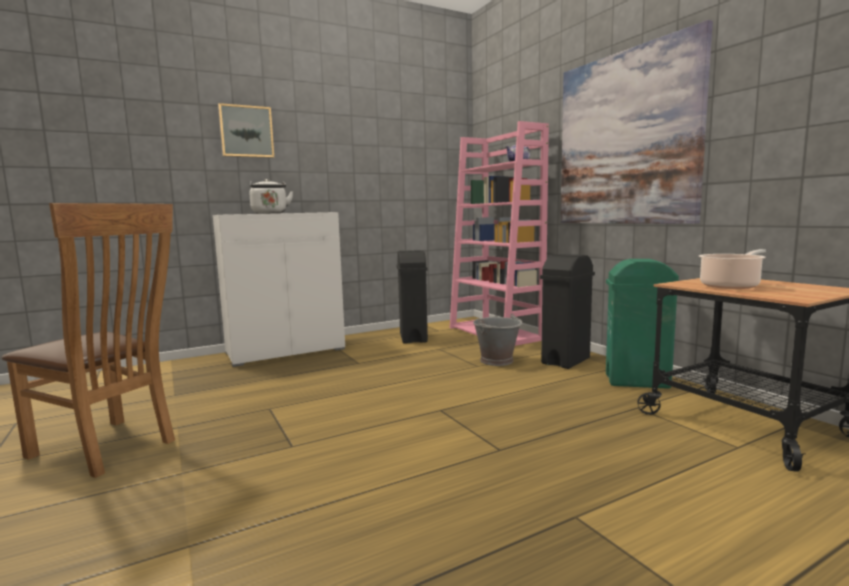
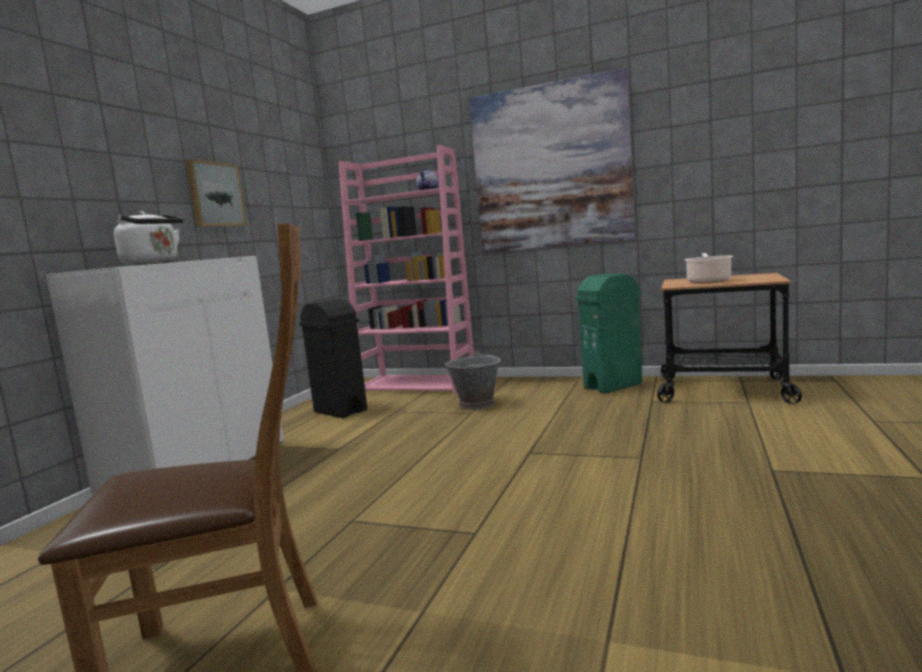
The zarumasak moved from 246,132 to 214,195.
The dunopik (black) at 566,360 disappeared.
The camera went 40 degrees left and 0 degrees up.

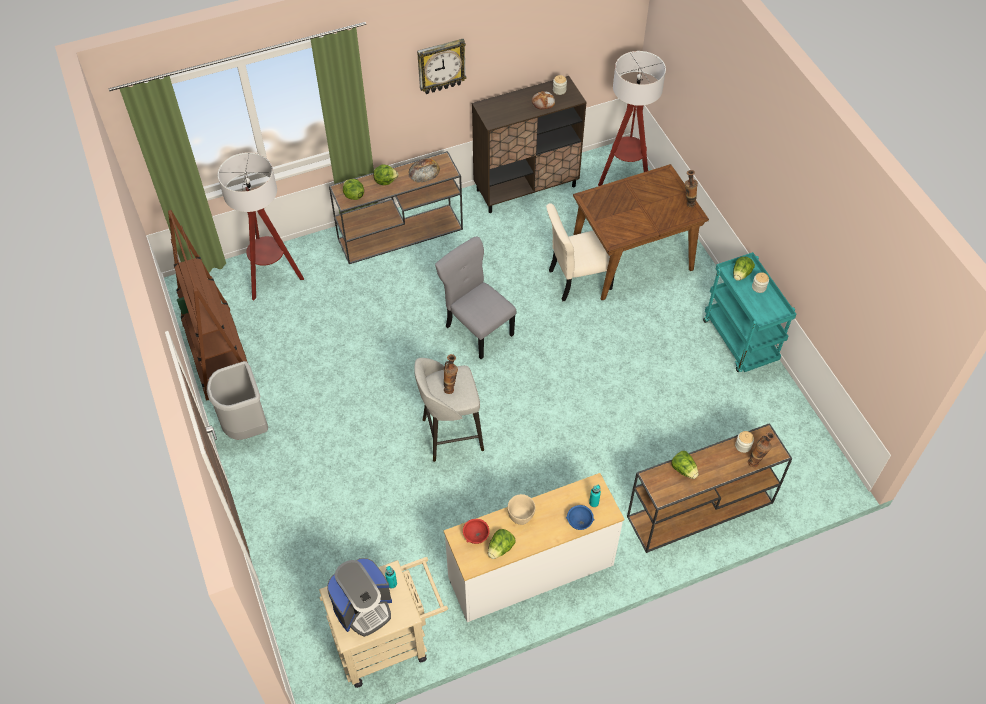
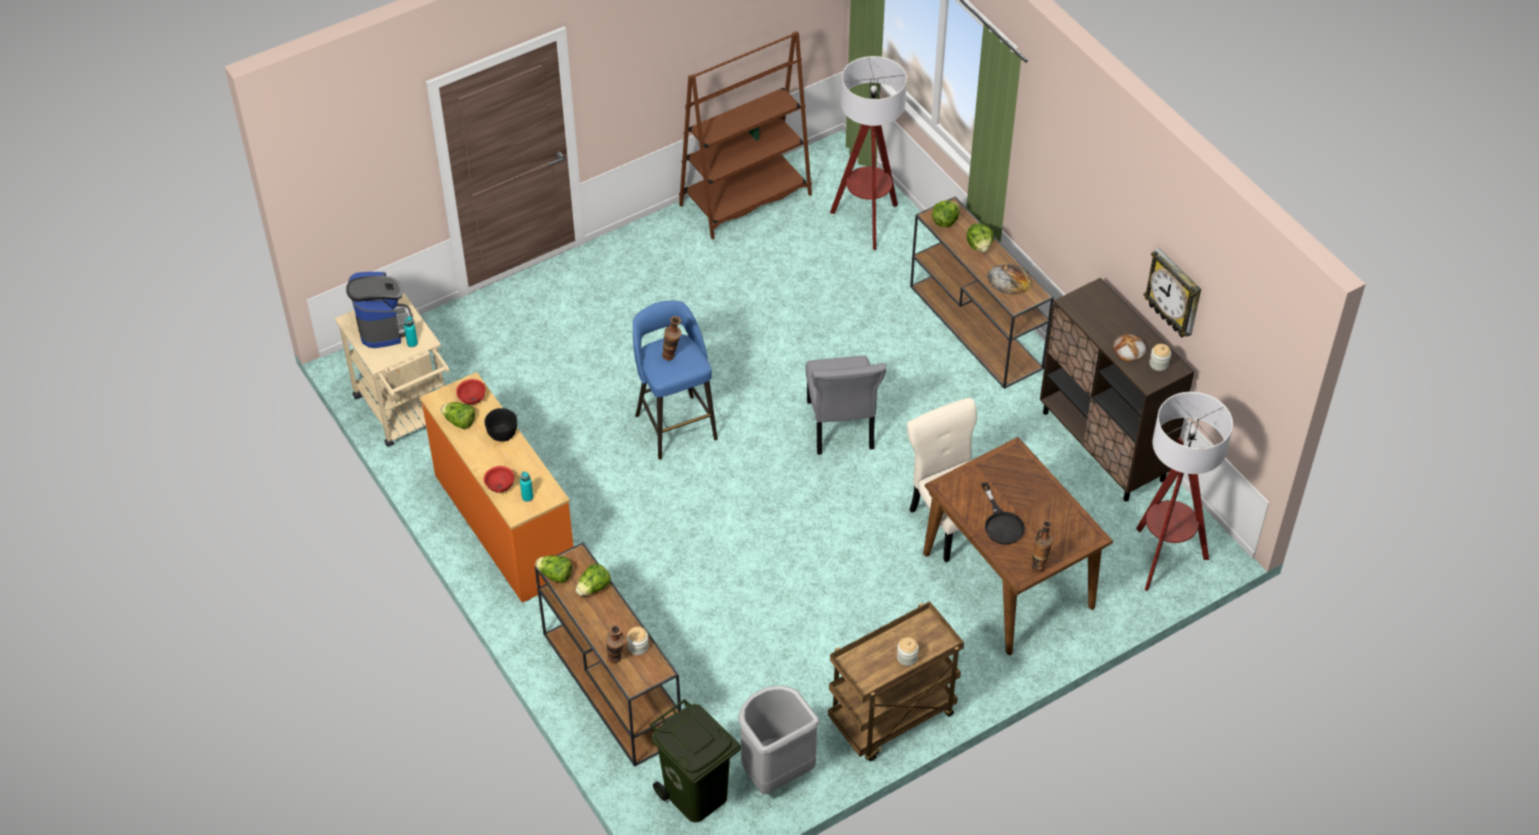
The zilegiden moved from 441,66 to 1174,294.
The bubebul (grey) at 477,329 turned 135 degrees clockwise.
The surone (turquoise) at 740,341 became the surone (brown) at 891,719.
The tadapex moved from 741,274 to 555,575.
The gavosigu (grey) at 450,435 became the gavosigu (blue) at 675,425.
The dunopik (grey) moved from 246,427 to 776,772.
The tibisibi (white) at 531,572 became the tibisibi (orange) at 504,525.
The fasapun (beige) at 521,515 became the fasapun (black) at 503,434.
The fasapun (blue) at 579,523 became the fasapun (red) at 500,487.
The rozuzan at 363,607 turned 150 degrees counterclockwise.
The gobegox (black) at 1001,523 appeared.
The dunopik (green) at 695,795 appeared.
The camera went 80 degrees right and 5 degrees down.

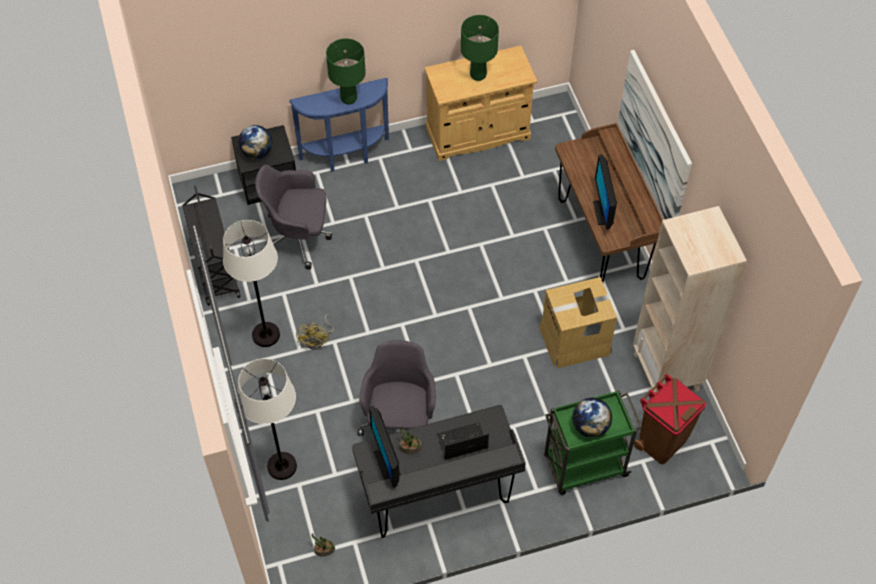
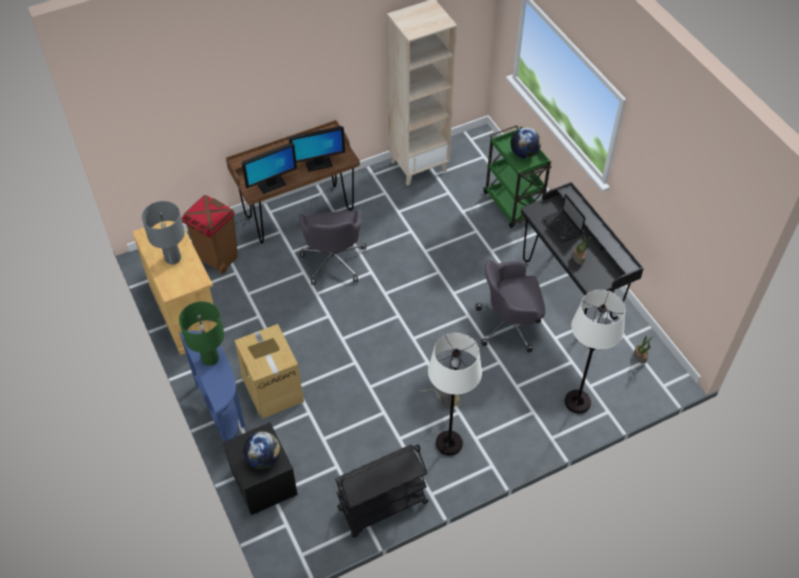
The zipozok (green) at 478,75 became the zipozok (grey) at 173,258.
The zarumasak at 654,141 disappeared.
The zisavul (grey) moved from 298,237 to 333,260.
The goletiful moved from 575,341 to 273,388.
The dunopik (brown) moved from 661,441 to 217,258.
The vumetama moved from 387,462 to 271,185.
The camera went 100 degrees left and 5 degrees down.

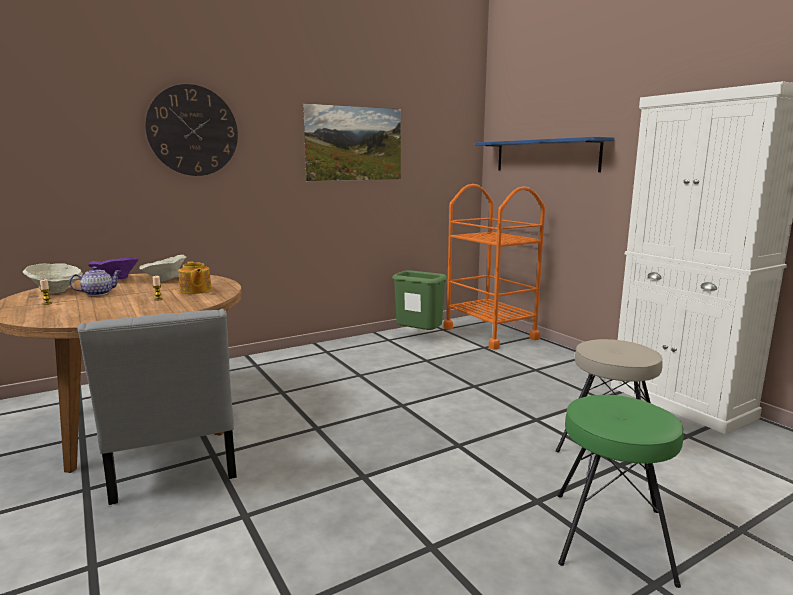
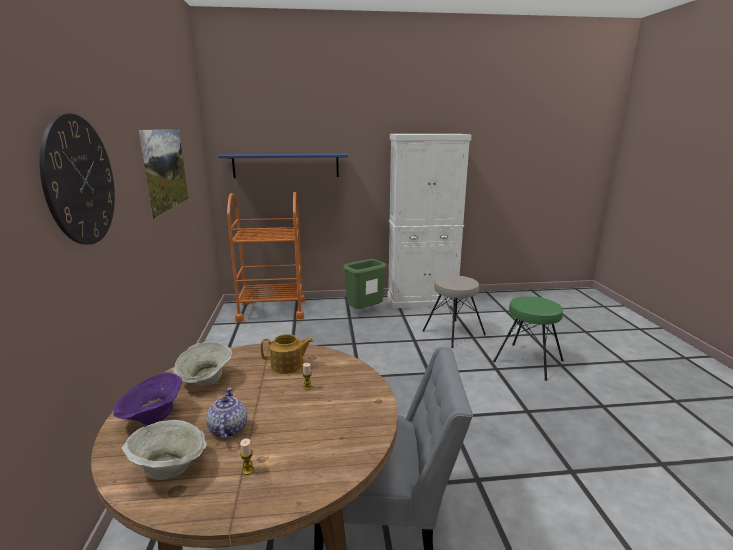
The dunopik (green) moved from 419,337 to 364,312.
The camera went 65 degrees left and 5 degrees up.

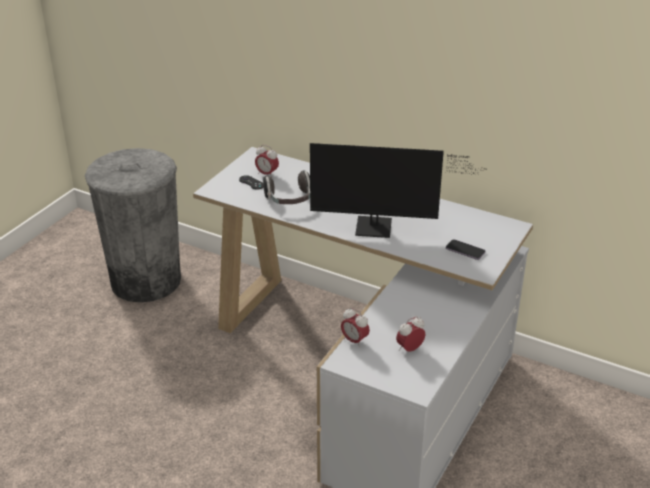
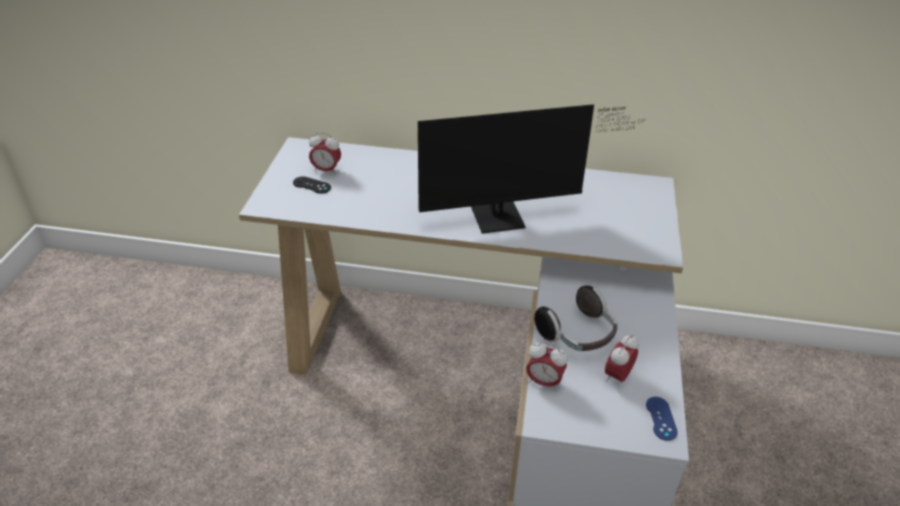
The dunopik (grey) at 146,280 disappeared.
The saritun moved from 289,200 to 578,335.
The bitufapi at 465,250 disappeared.
The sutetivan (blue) at 661,418 appeared.
The camera went 20 degrees left and 5 degrees up.

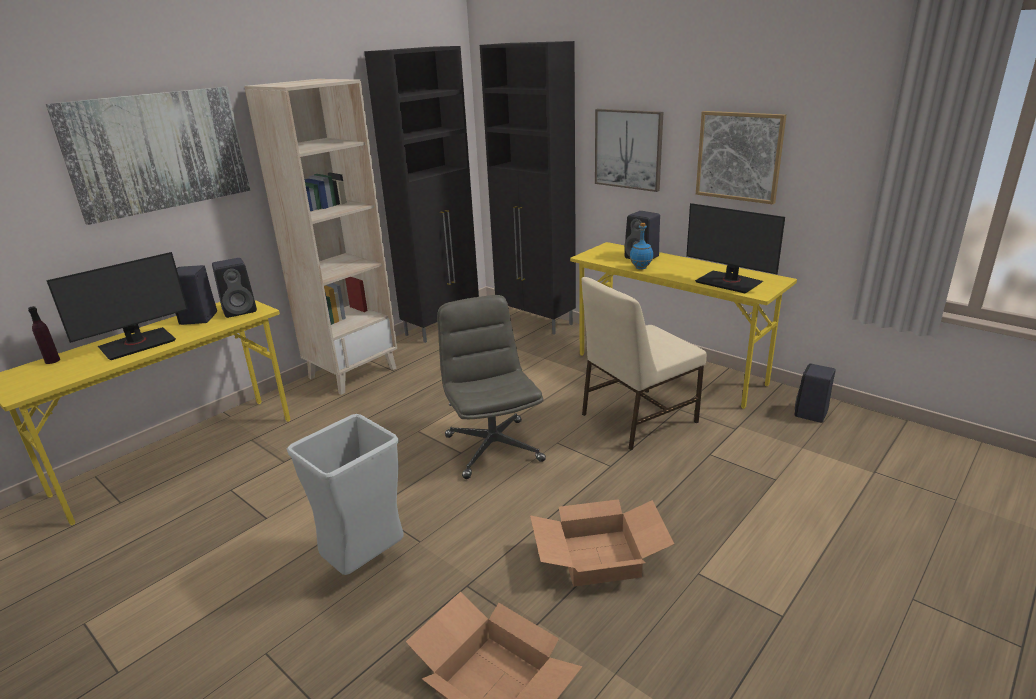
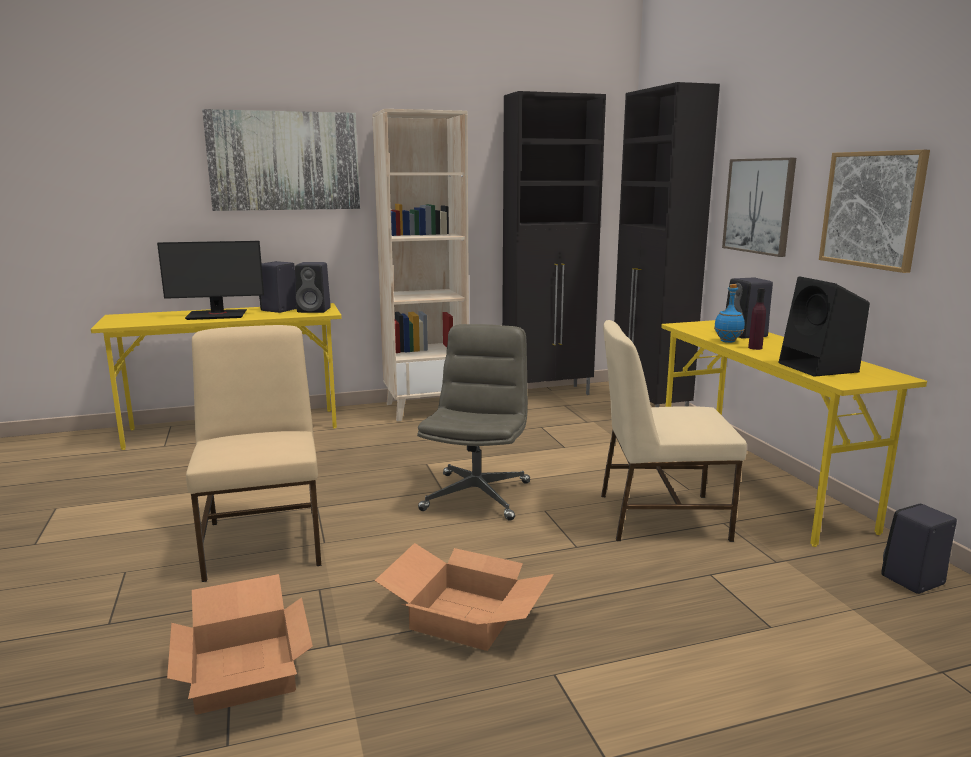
The vumetama at 729,282 was replaced by the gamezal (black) at 819,368.
The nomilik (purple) moved from 52,361 to 755,348.
The dunopik (grey) at 366,563 was replaced by the bubebul (beige) at 265,541.
The camera went 30 degrees right and 10 degrees down.

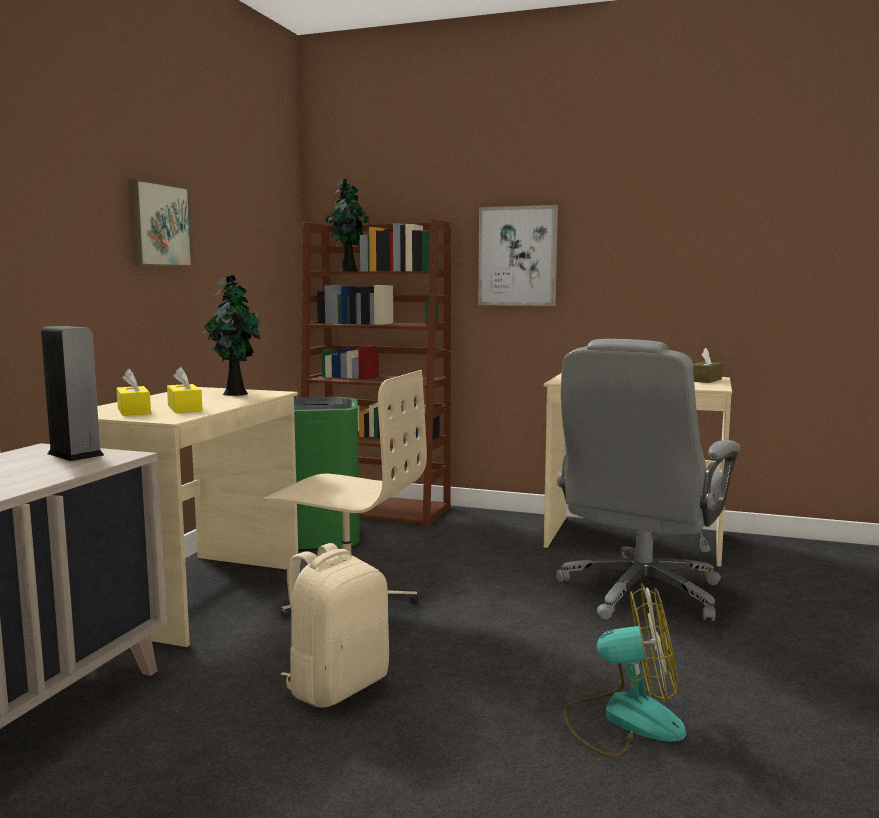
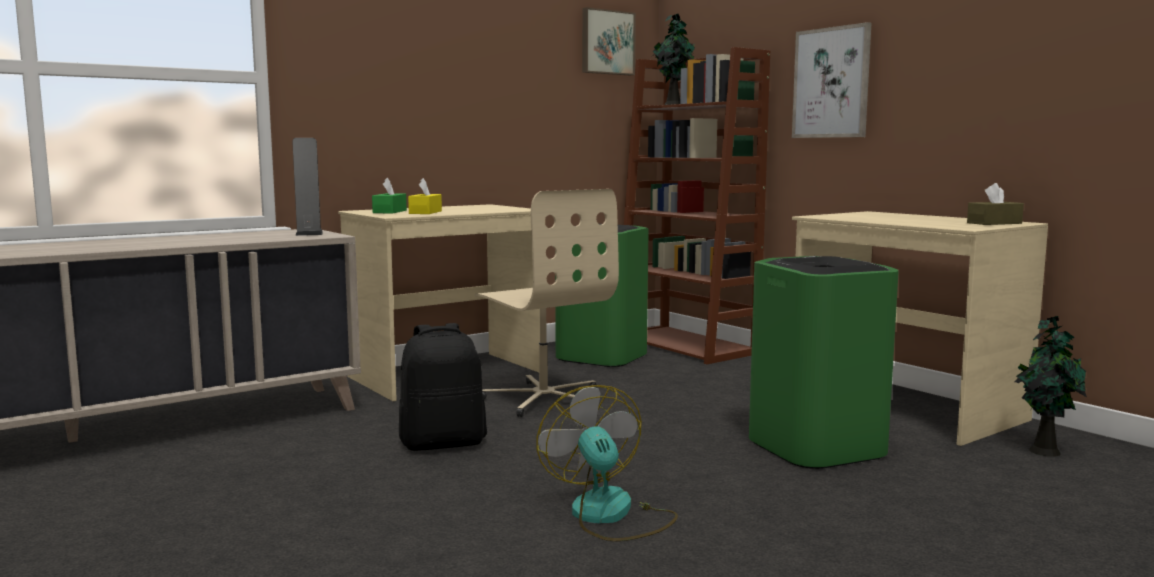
The zarumasak moved from 158,225 to 606,42.
The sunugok moved from 234,393 to 1043,450.
The zisavul (grey) at 640,593 was replaced by the dunopik (green) at 815,446.
The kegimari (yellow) at 134,411 became the kegimari (green) at 389,211.
The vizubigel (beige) at 337,686 became the vizubigel (black) at 443,443.
The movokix at 623,719 turned 150 degrees counterclockwise.
The camera went 35 degrees right and 0 degrees up.

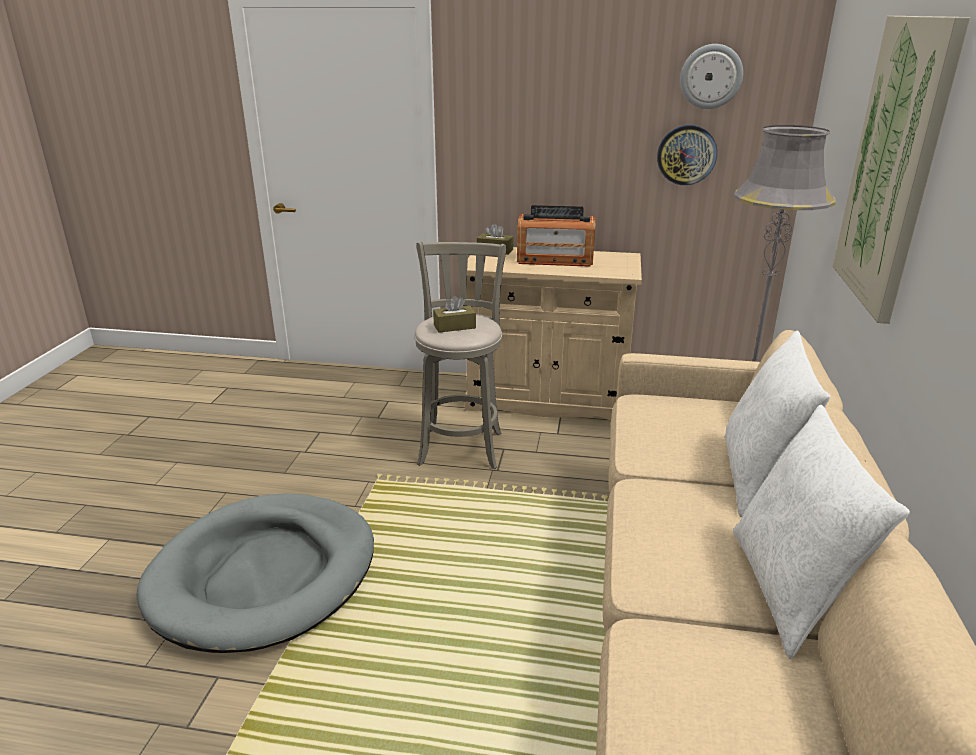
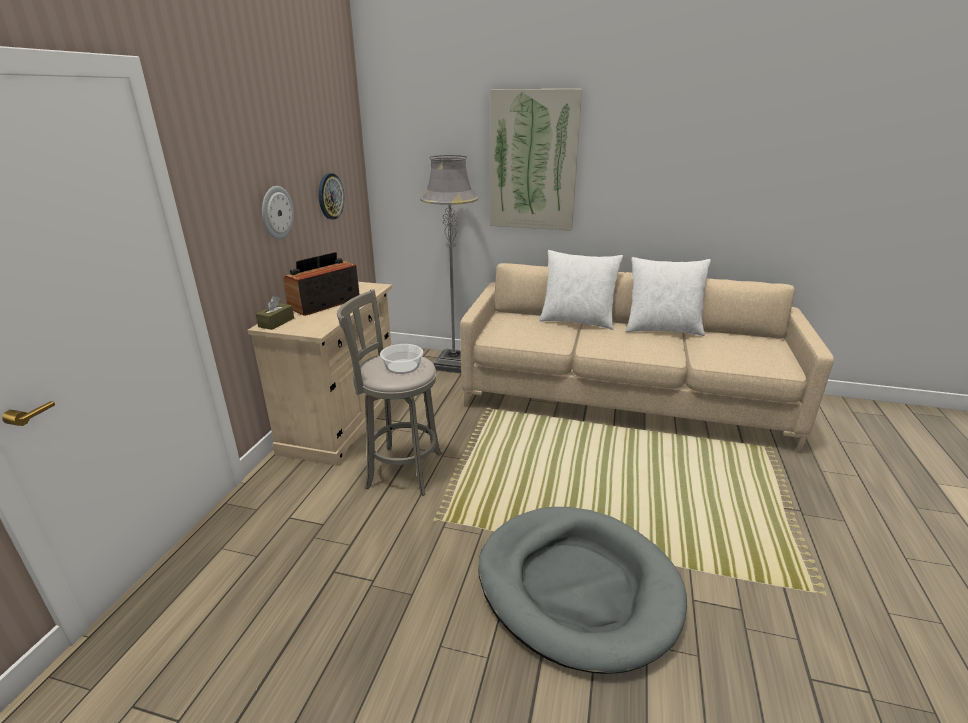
The zilegiden moved from 711,76 to 276,212.
The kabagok at 554,259 turned 150 degrees counterclockwise.
The kegimari (brown) at 454,326 was replaced by the fasapun at 402,366.
The camera went 85 degrees left and 0 degrees up.

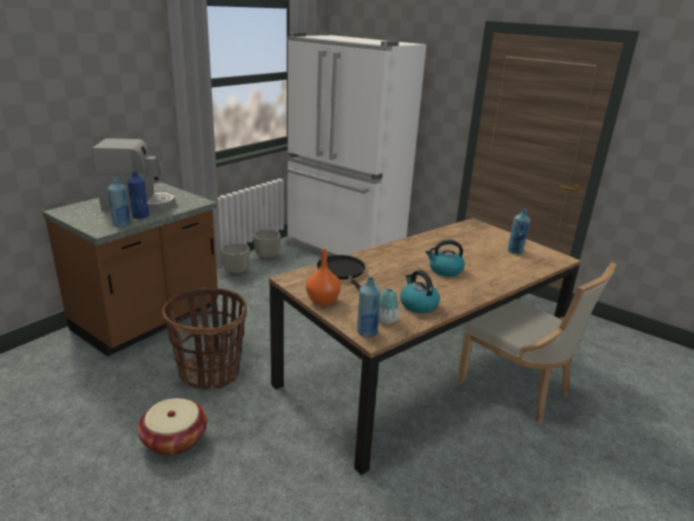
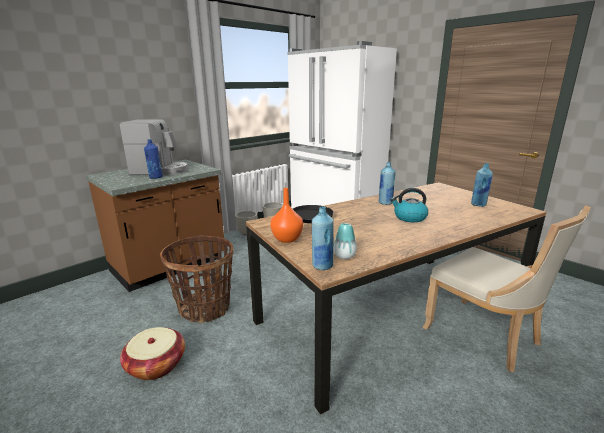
The nomilik (blue) moved from 121,224 to 385,203.
The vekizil at 418,305 disappeared.
The camera went 10 degrees right and 5 degrees down.

